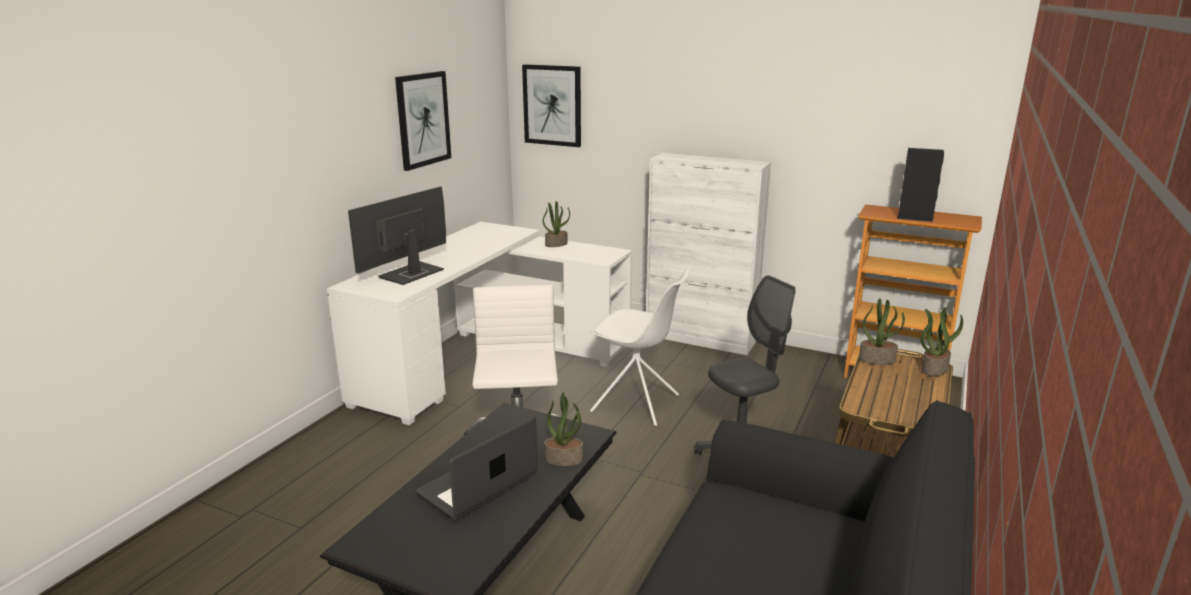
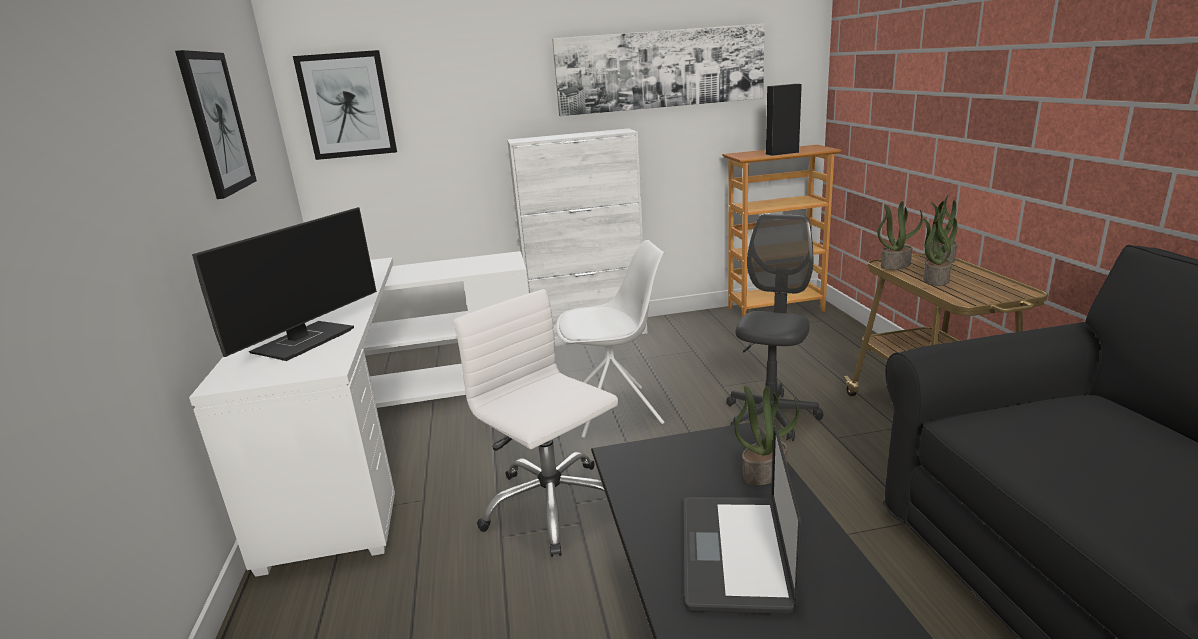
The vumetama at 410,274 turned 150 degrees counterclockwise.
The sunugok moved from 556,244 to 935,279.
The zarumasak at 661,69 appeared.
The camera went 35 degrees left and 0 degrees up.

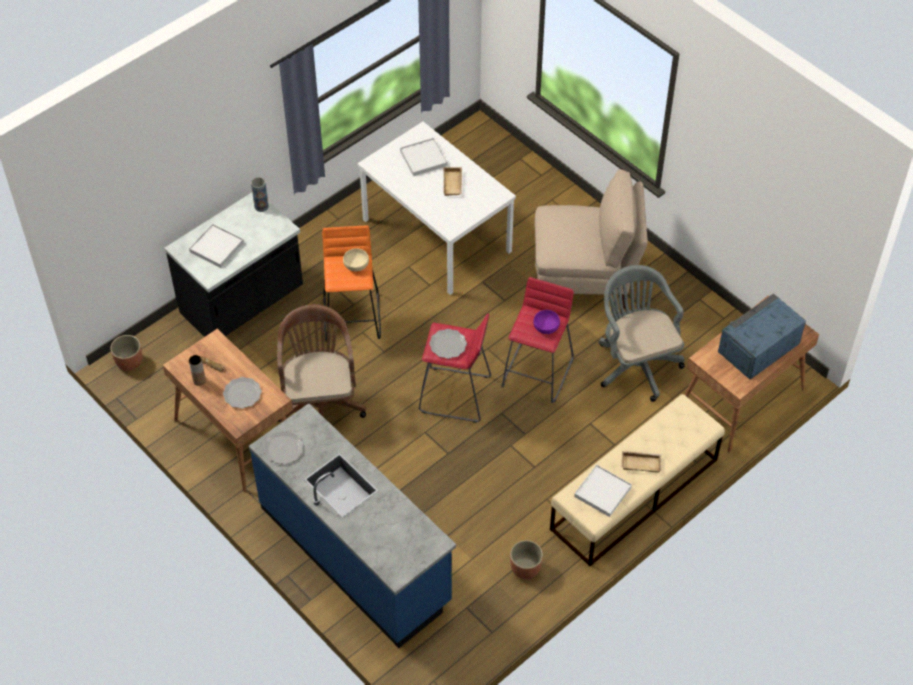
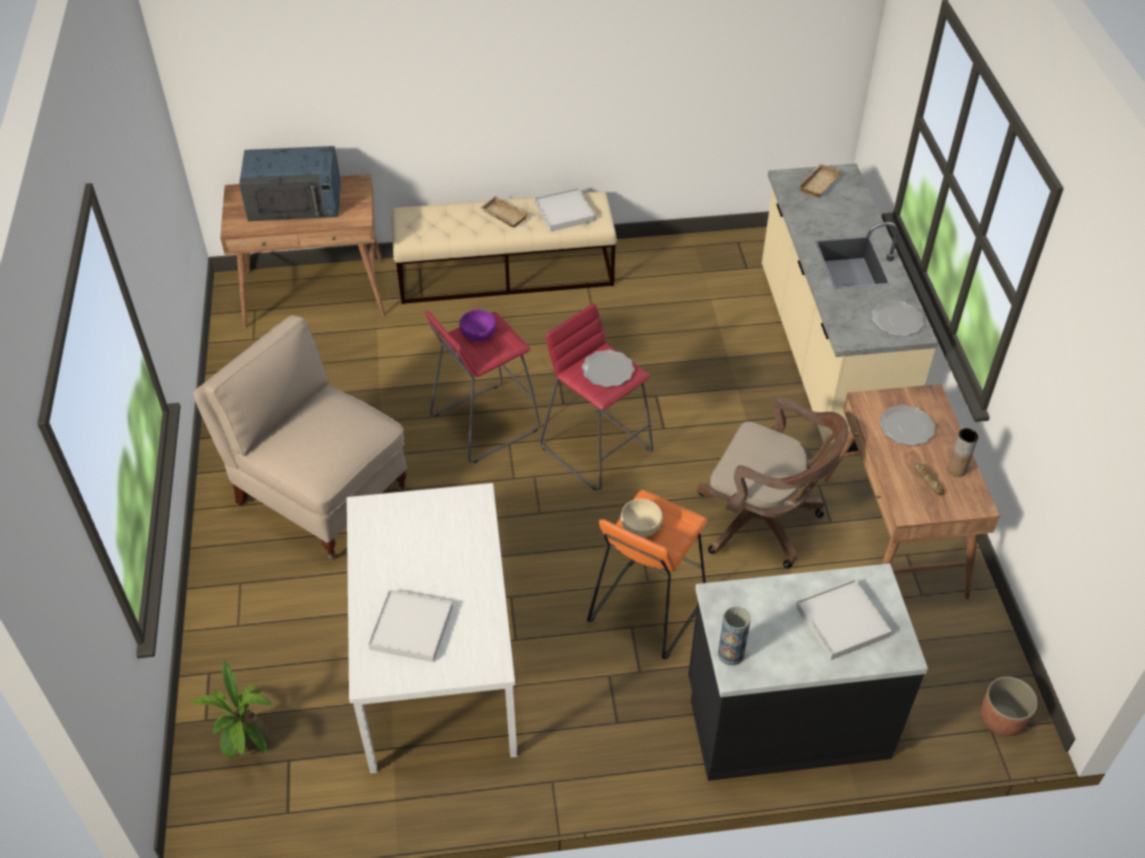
The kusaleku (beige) moved from 453,184 to 818,183.
The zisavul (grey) at 635,362 disappeared.
The zisavul (brown) at 320,403 turned 90 degrees counterclockwise.
The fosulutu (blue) at 356,554 became the fosulutu (beige) at 826,355.
The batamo at 525,568 disappeared.
The sunugok at 246,743 appeared.
The camera went 145 degrees left and 5 degrees down.

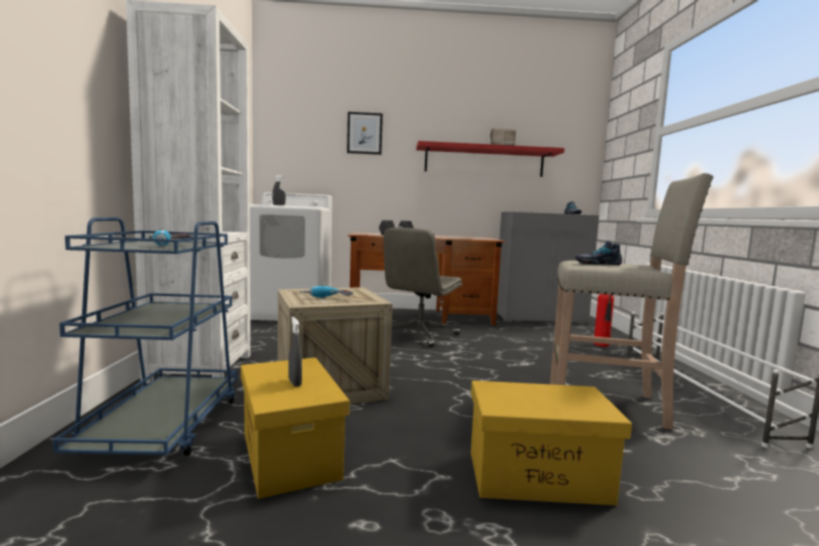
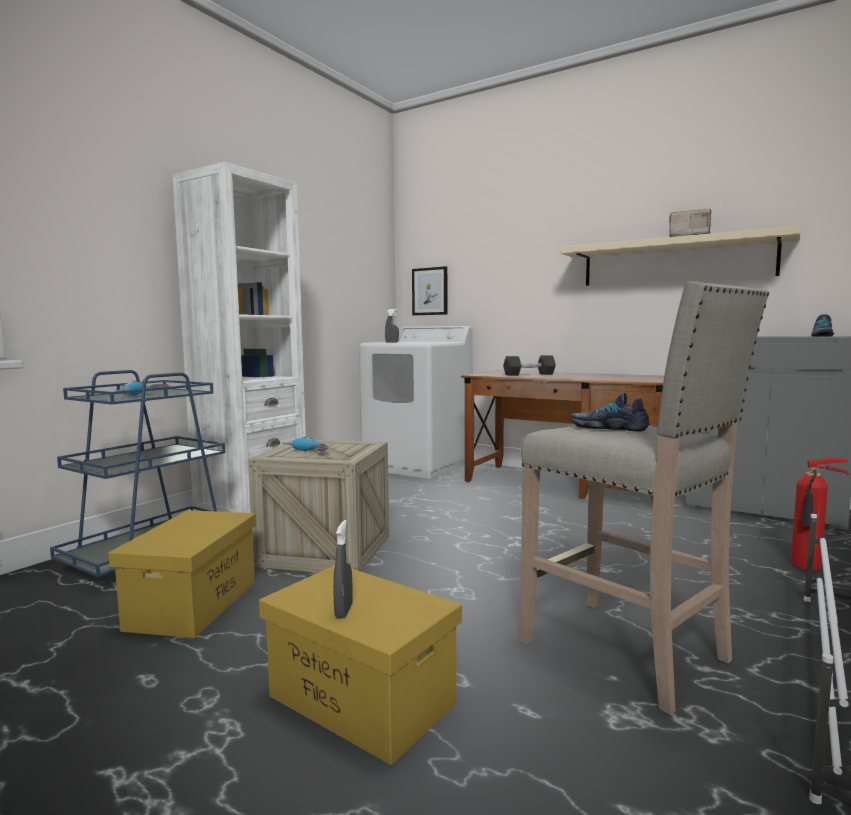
The zarumasak moved from 364,133 to 430,291.
The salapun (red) at 484,161 became the salapun (beige) at 675,262.
The zisavul (grey) at 419,335 disappeared.
The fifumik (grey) moved from 294,382 to 343,611.
The camera went 35 degrees right and 0 degrees up.

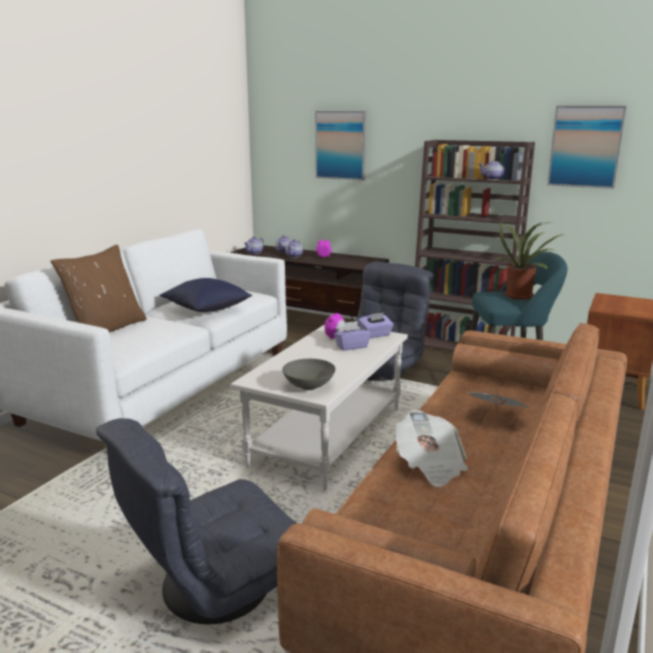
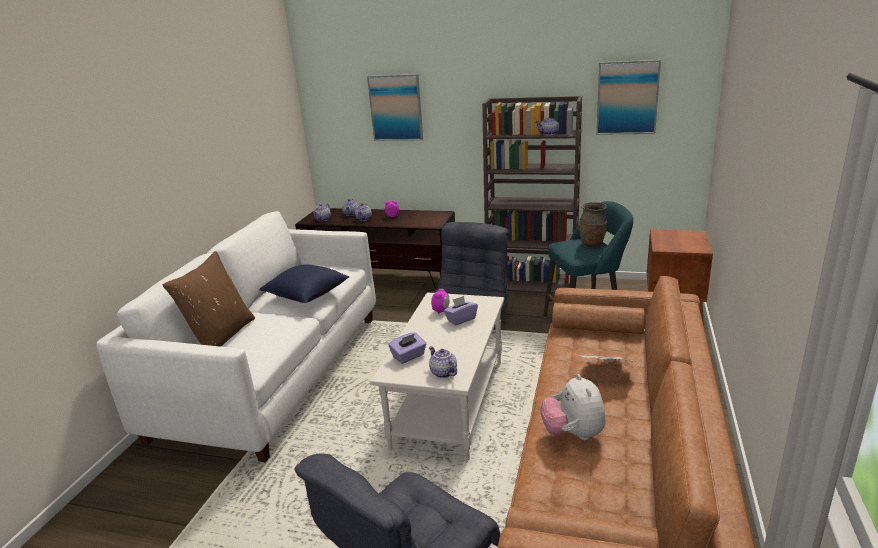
The sunugok at 521,296 was replaced by the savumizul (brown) at 592,244.
The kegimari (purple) moved from 375,335 to 409,356.
The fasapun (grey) at 308,387 was replaced by the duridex at 442,373.
The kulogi at 430,465 was replaced by the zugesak at 573,434.
The camera went 10 degrees left and 5 degrees up.

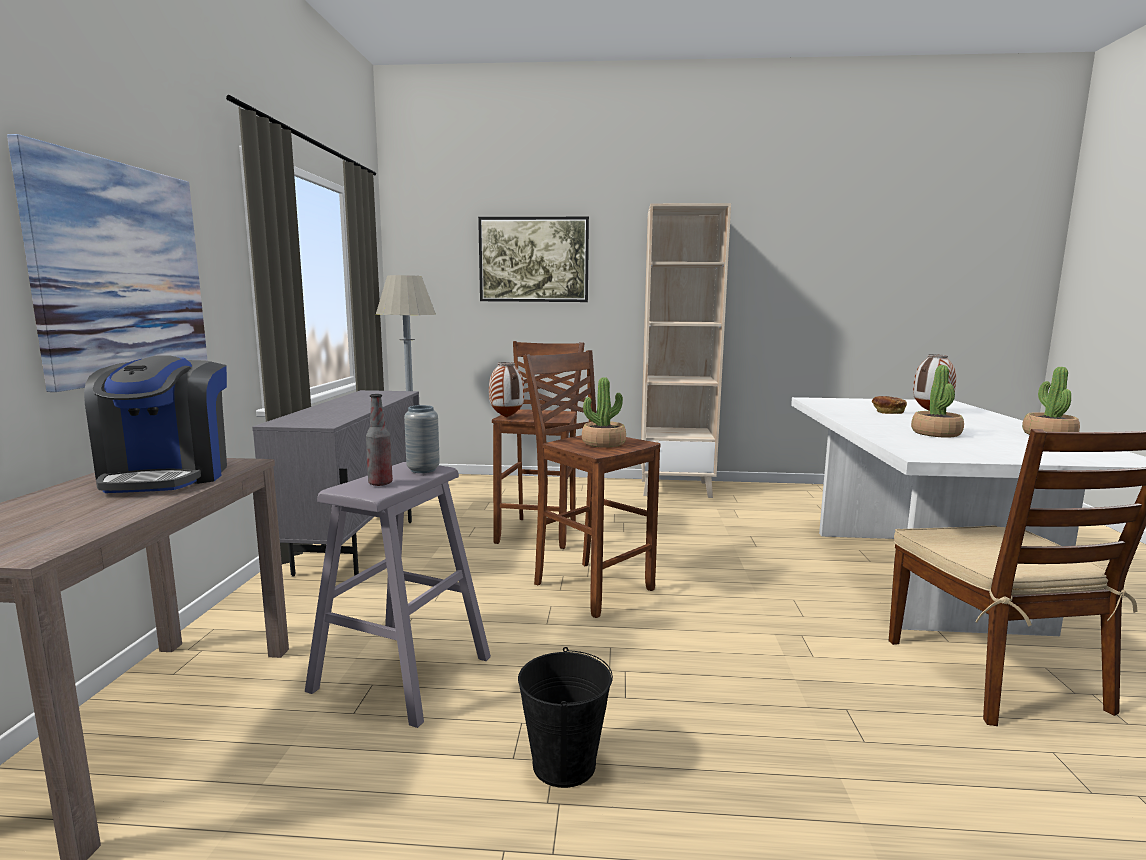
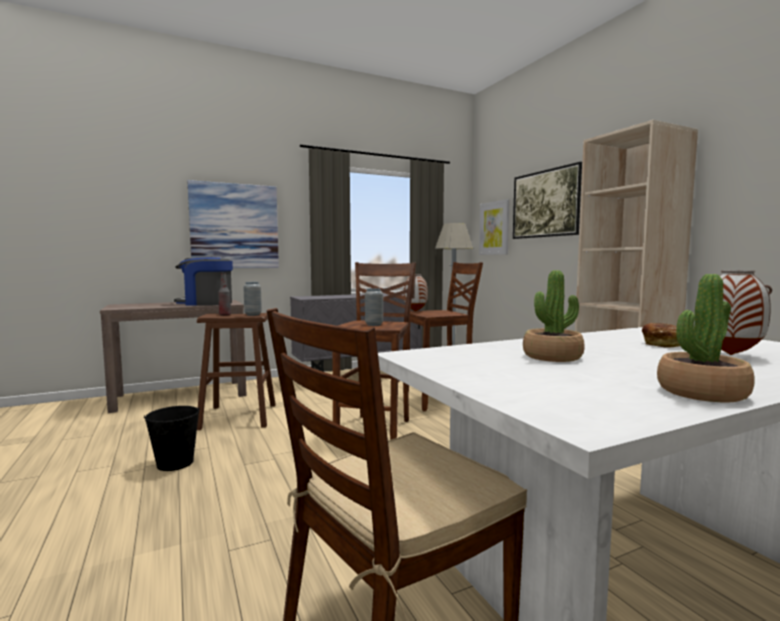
The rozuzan at 168,476 turned 45 degrees clockwise.
The sunugok at 603,443 was replaced by the savumizul (grey) at 374,324.
The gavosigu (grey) at 402,674 became the gavosigu (brown) at 238,416.
The zarumasak at 494,228 appeared.
The camera went 60 degrees right and 5 degrees down.

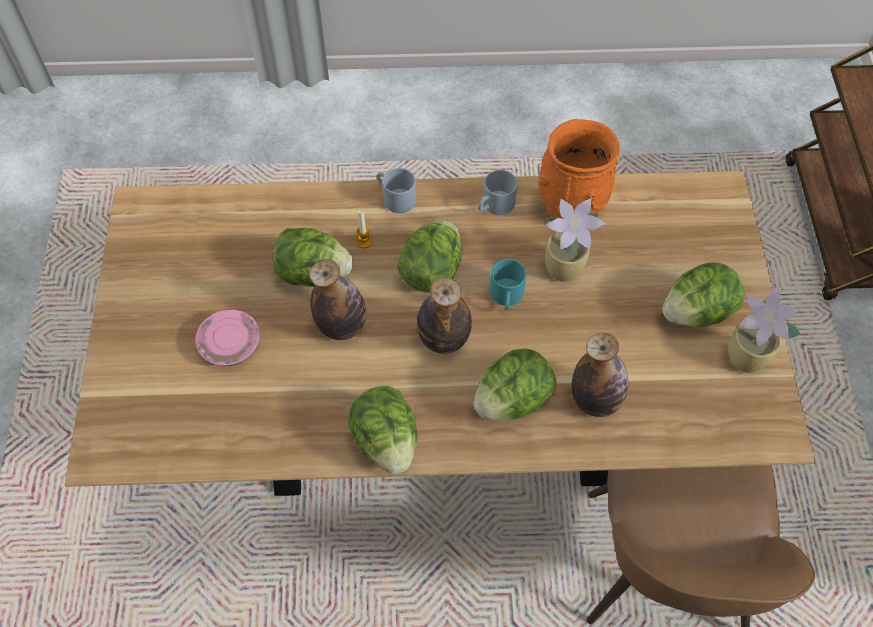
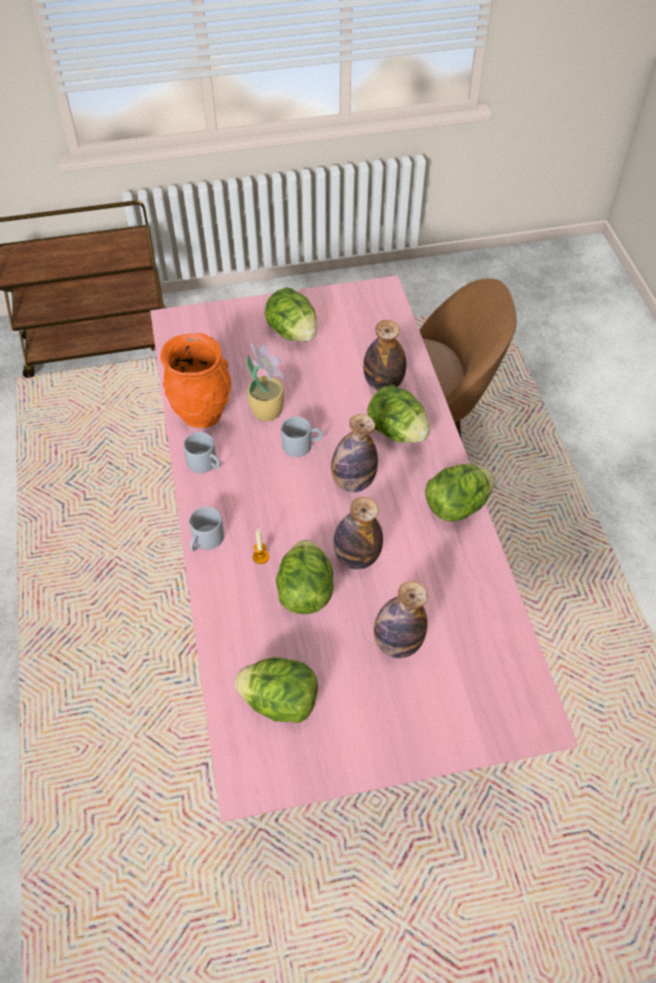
The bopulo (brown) at 436,424 became the bopulo (pink) at 327,604.
The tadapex moved from 431,271 to 280,701.
The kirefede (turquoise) at 507,297 became the kirefede (grey) at 302,445.
The sunugok at 747,360 disappeared.
The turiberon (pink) at 230,344 was replaced by the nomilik at 397,643.
The camera went 100 degrees left and 5 degrees down.

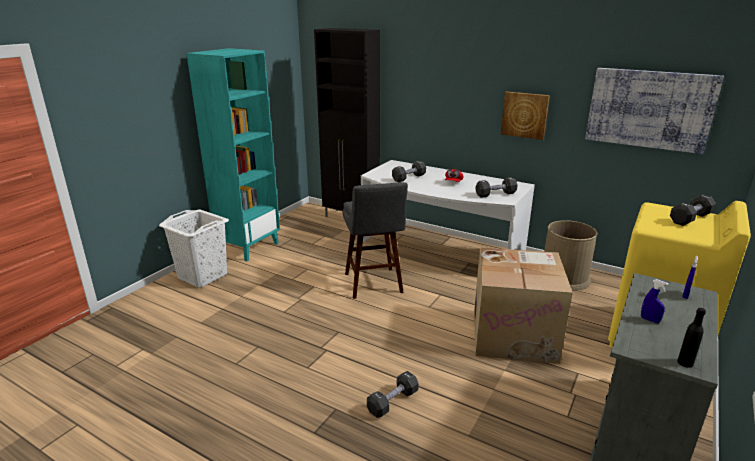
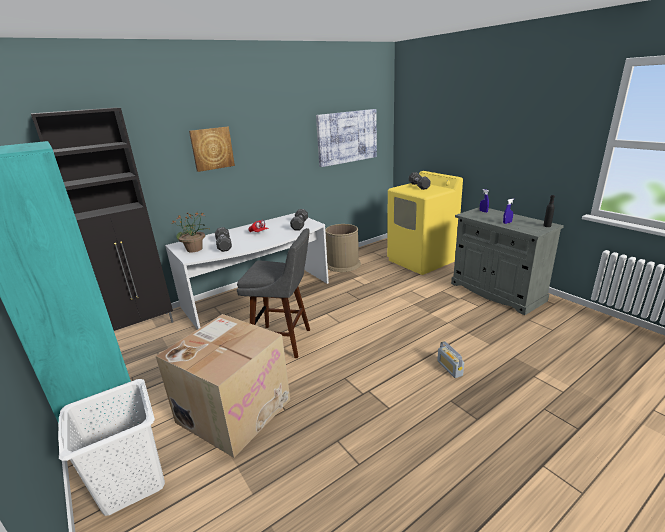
The zarumasak moved from 524,115 to 212,148.
The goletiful moved from 514,334 to 234,409.
The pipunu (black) at 392,402 was replaced by the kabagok at 449,368.
The sunugok at 195,249 appeared.
The camera went 65 degrees left and 0 degrees up.

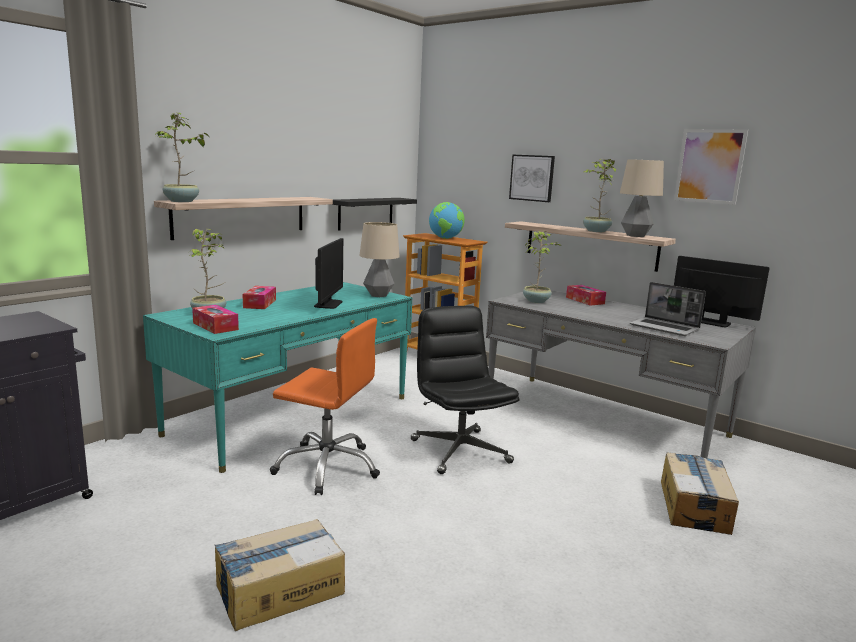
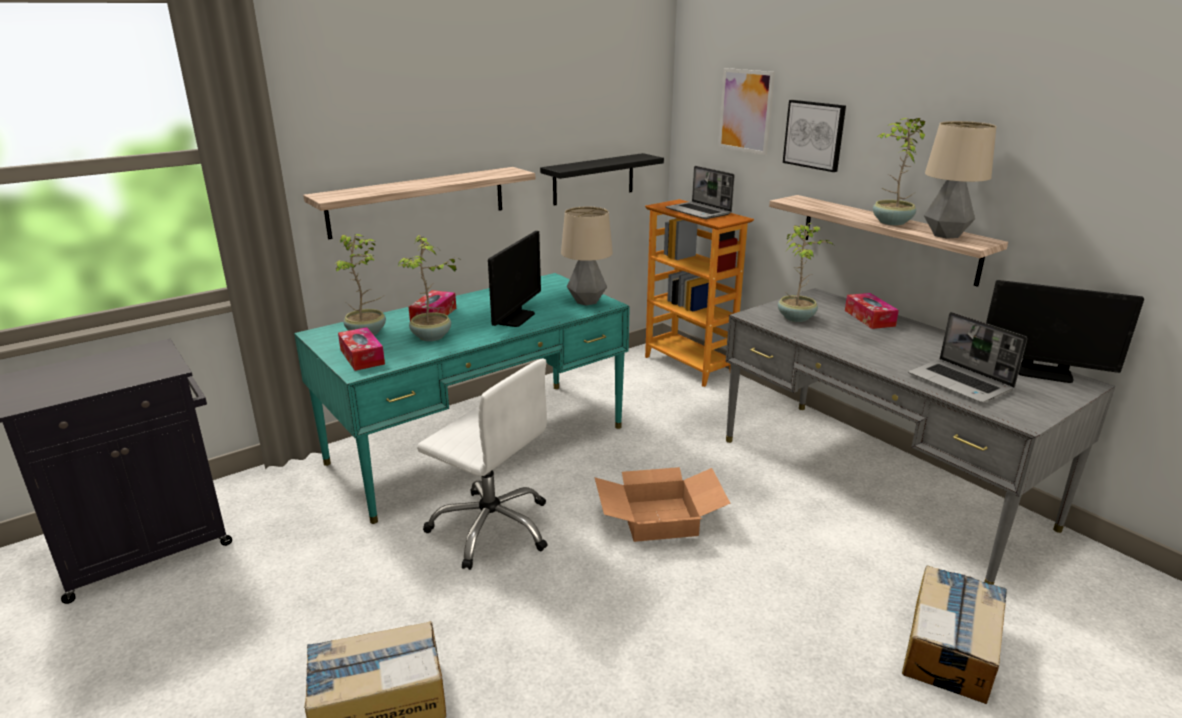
The sunugok moved from 182,201 to 432,337.
The zarumasak moved from 709,166 to 745,111.
The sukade at 446,238 was replaced by the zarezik at 699,212.
The vumetama at 711,322 turned 150 degrees clockwise.
The zisavul (black) at 459,451 was replaced by the goletiful at 660,518.
The zisavul (orange) at 327,467 became the zisavul (white) at 492,527.
The camera went 15 degrees right and 10 degrees up.

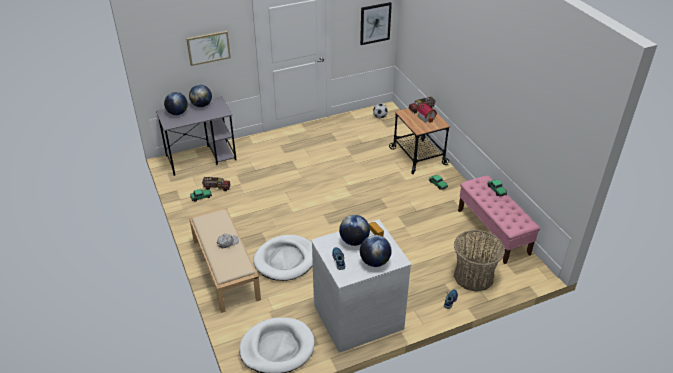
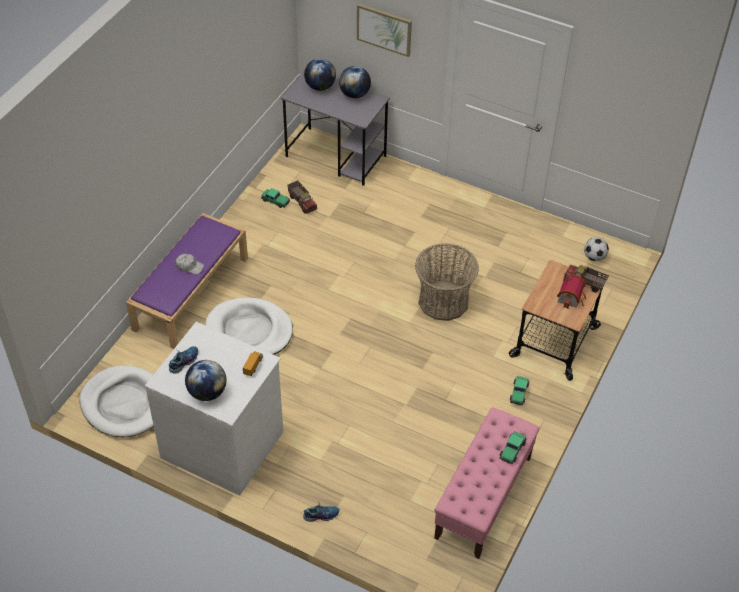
The zarumasak at 375,23 disappeared.
The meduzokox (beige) at 225,268 became the meduzokox (purple) at 191,292.
The sukade at 354,241 disappeared.
The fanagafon moved from 473,276 to 443,301.
The camera went 50 degrees right and 10 degrees up.

